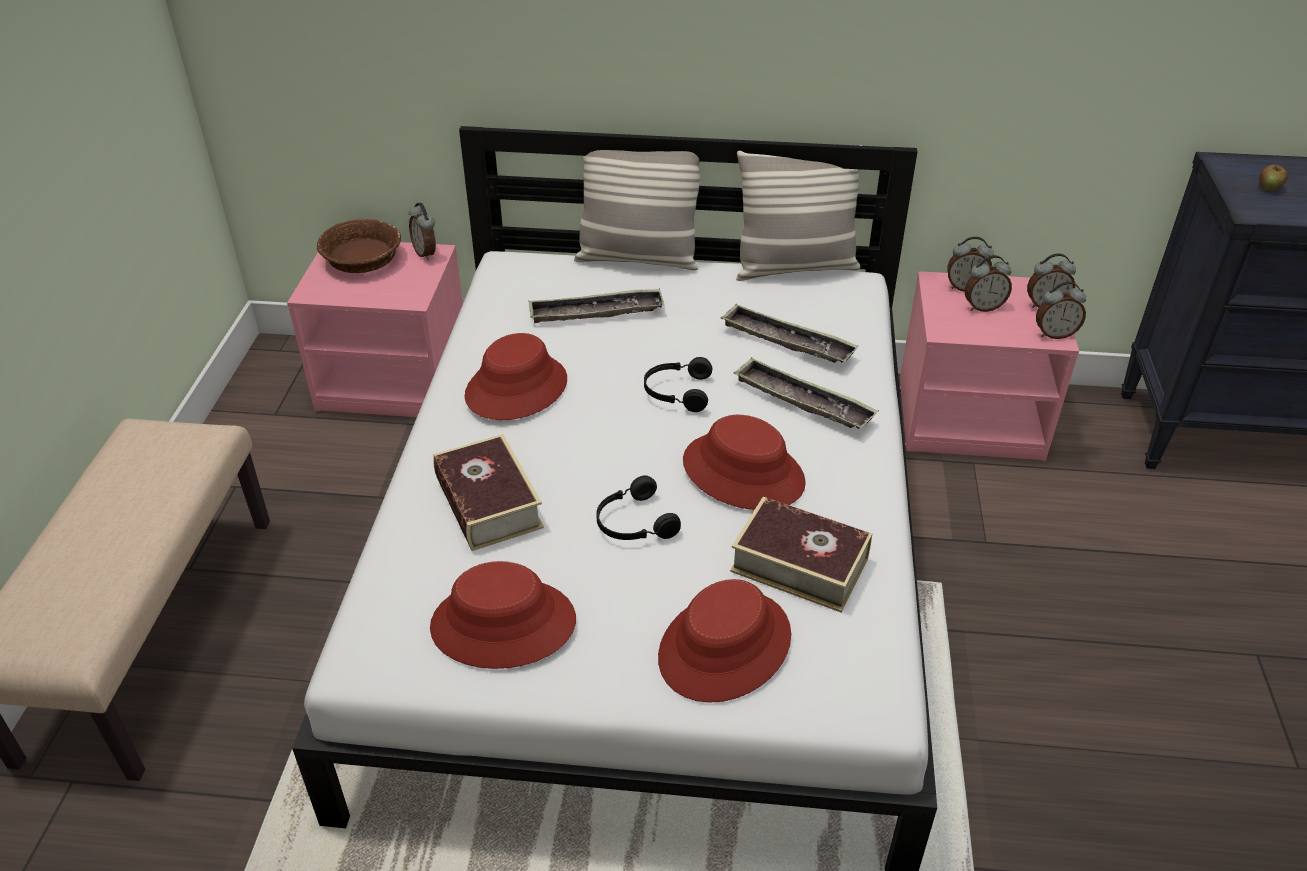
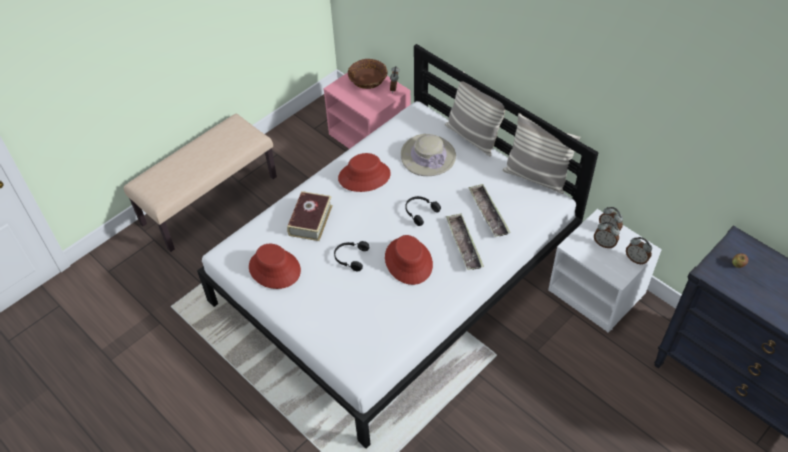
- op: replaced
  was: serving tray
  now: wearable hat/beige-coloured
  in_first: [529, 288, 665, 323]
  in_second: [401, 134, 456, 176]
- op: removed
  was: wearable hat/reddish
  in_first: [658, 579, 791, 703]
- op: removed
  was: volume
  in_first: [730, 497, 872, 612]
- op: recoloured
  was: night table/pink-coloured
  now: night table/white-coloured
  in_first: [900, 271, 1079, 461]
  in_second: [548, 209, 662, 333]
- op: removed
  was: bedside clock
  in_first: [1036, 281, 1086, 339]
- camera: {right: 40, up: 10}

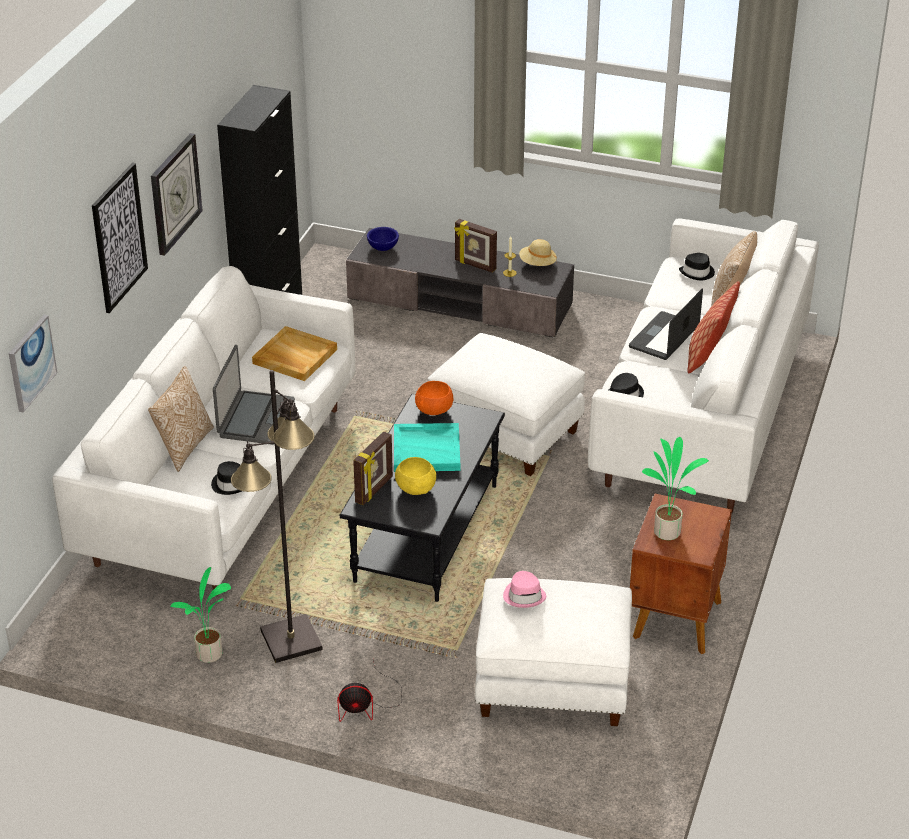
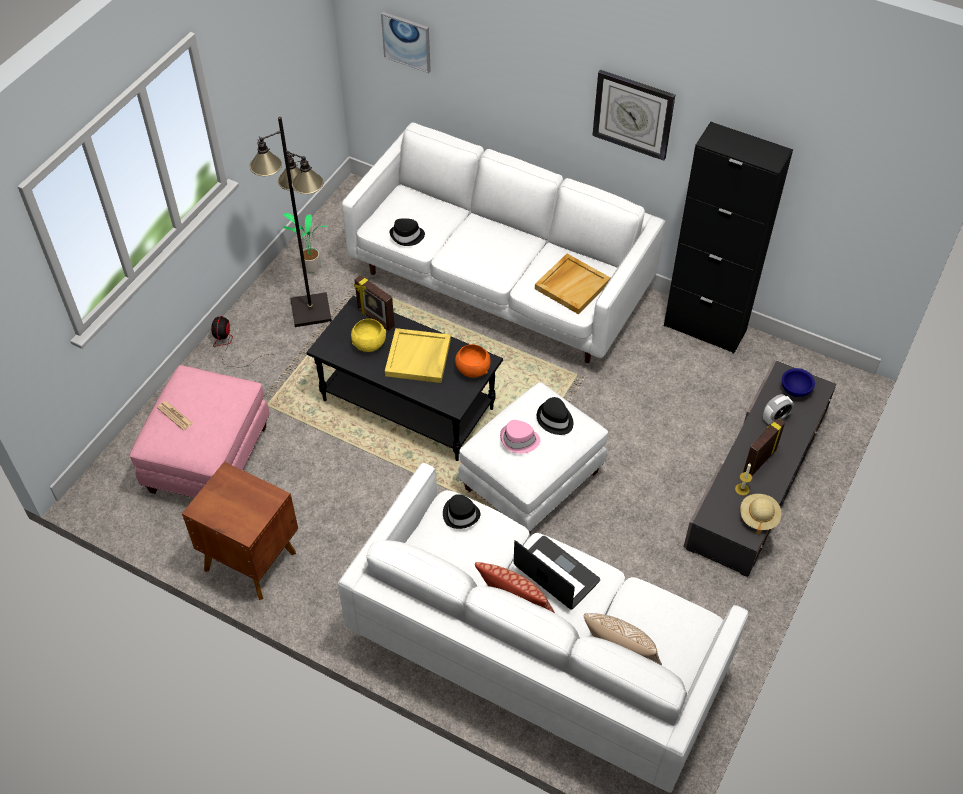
- op: removed
  was: wall art
  in_first: [92, 163, 148, 313]
- op: removed
  was: cushion
  in_first: [148, 366, 214, 472]
- op: removed
  was: notebook computer
  in_first: [213, 345, 295, 445]
- op: recoloured
  was: serving tray/turquoise
  now: serving tray/yellow
  in_first: [394, 423, 460, 472]
  in_second: [385, 328, 451, 383]
- op: recoloured
  was: footrest/white-coloured
  now: footrest/pink-coloured
  in_first: [475, 578, 632, 726]
  in_second: [130, 365, 270, 498]
- op: moved
  was: wearable hat/pink-coloured
  in_first: [503, 571, 546, 608]
  in_second: [500, 420, 540, 454]
- op: removed
  was: potted plant
  in_first: [642, 437, 709, 540]
- op: moved
  was: wearable hat/black
  in_first: [679, 253, 715, 280]
  in_second: [537, 397, 573, 435]
- op: added
  now: daily paper
  in_second: [157, 401, 193, 430]
- op: added
  now: bedside clock
  in_second: [763, 394, 794, 425]
- camera: {right: 100, up: 15}

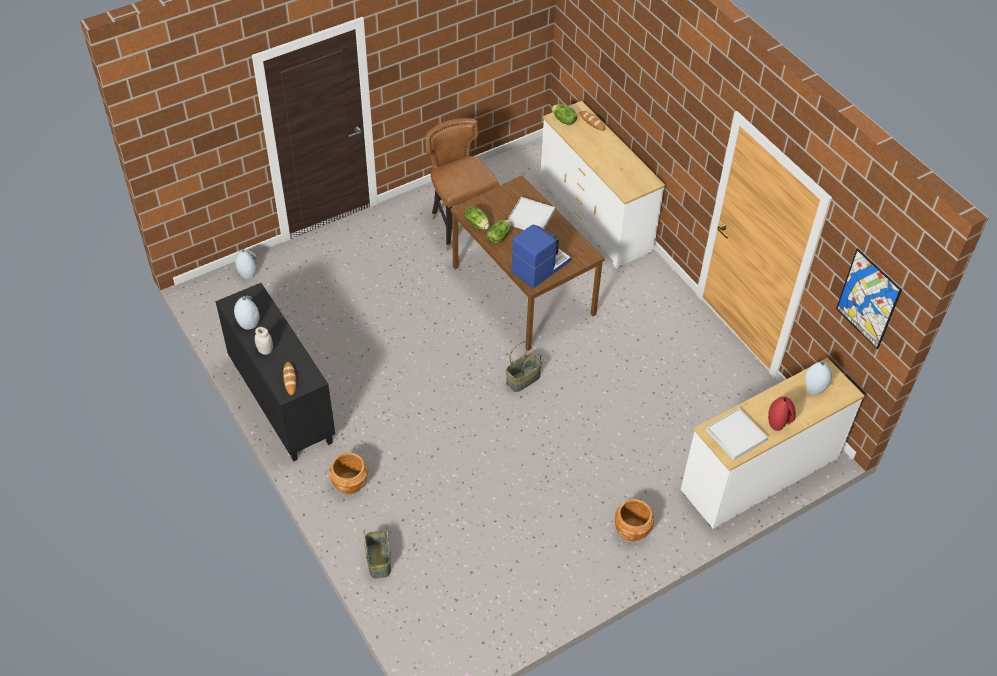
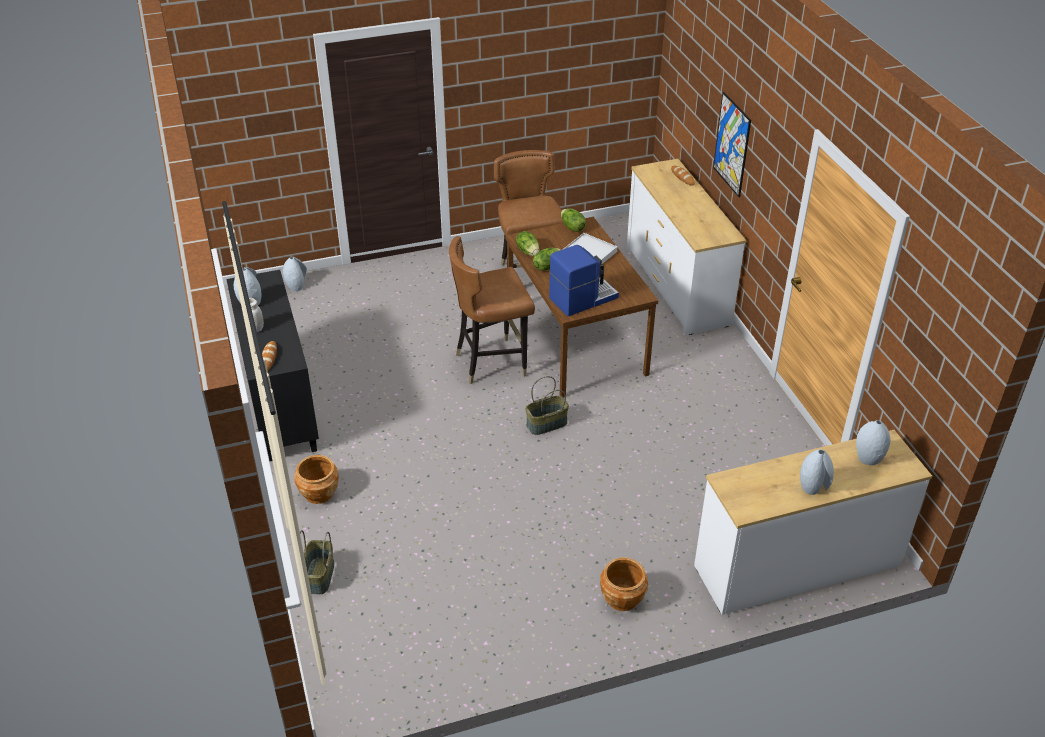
- op: moved
  was: lettuce
  in_first: [552, 104, 577, 125]
  in_second: [561, 209, 586, 232]
- op: removed
  was: serving tray/white-coloured
  in_first: [706, 408, 768, 460]
- op: recoloured
  was: flower vase/reddish
  now: flower vase/greyish
  in_first: [768, 396, 796, 431]
  in_second: [800, 449, 834, 495]
- op: moved
  was: wall art
  in_first: [836, 248, 902, 349]
  in_second: [713, 92, 751, 197]
- op: added
  now: upright chair/brownish
  in_second: [449, 236, 535, 384]
- camera: {right: 15, up: -10}

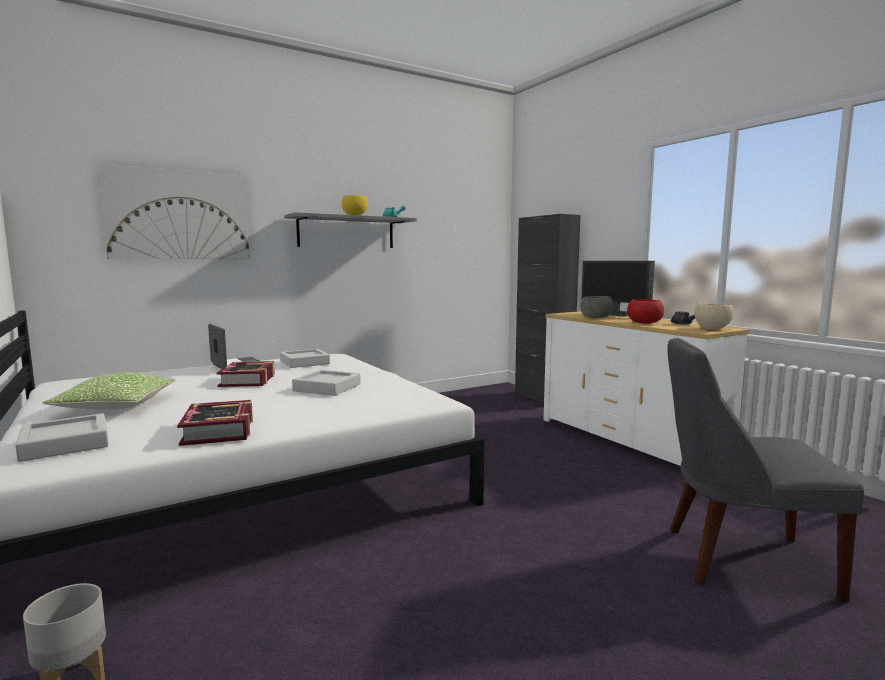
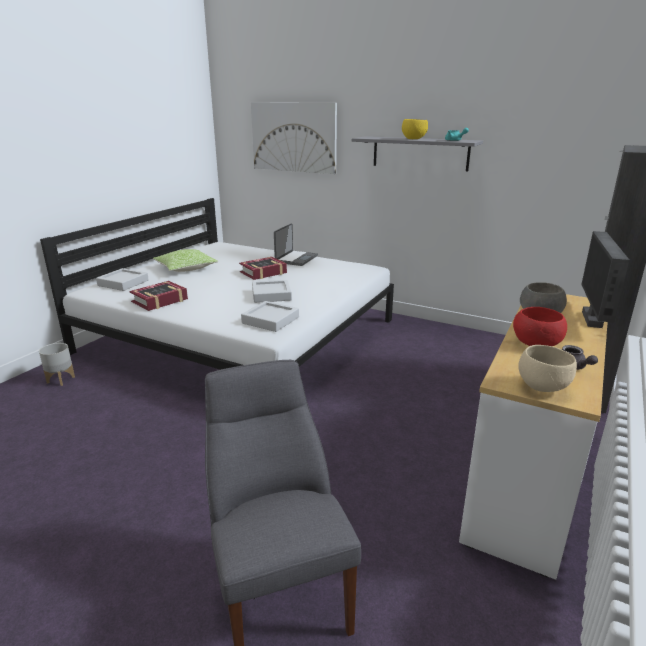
- op: moved
  was: serving tray/greyish
  in_first: [280, 349, 330, 368]
  in_second: [241, 301, 299, 332]
- camera: {right: 60, up: 15}

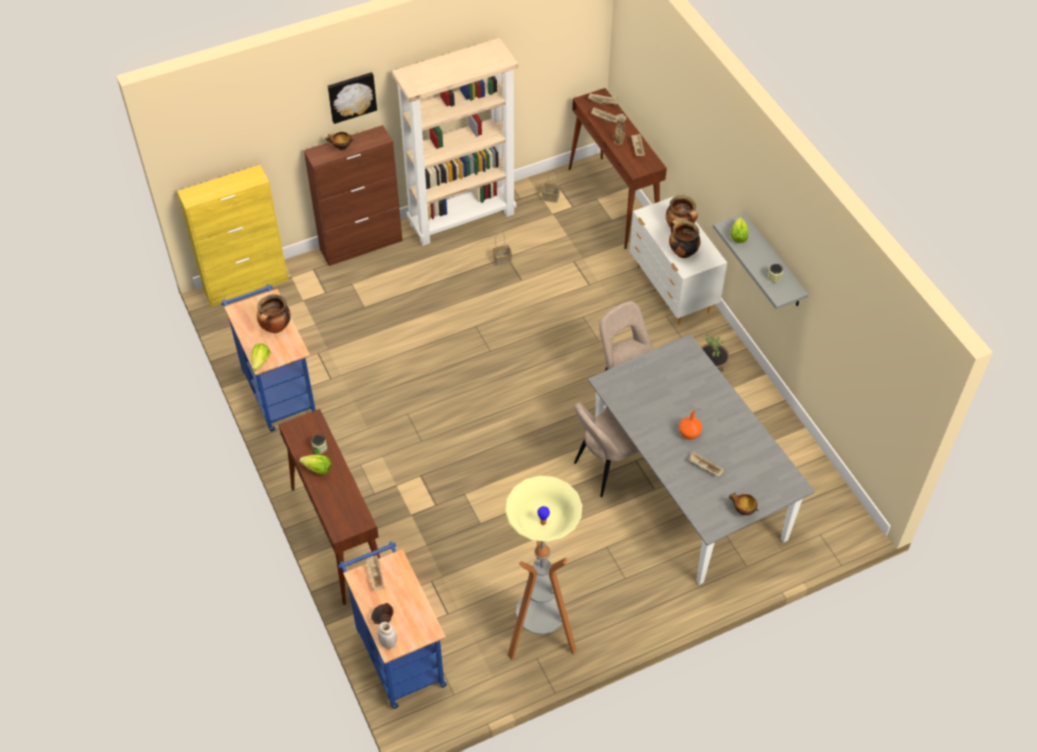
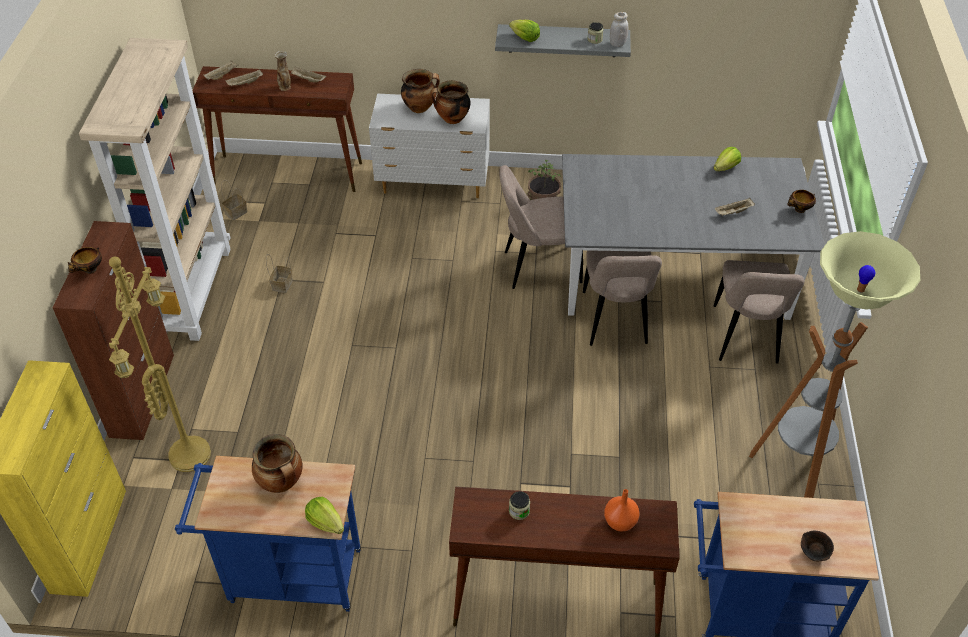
- op: moved
  was: lettuce
  in_first: [299, 455, 332, 475]
  in_second: [713, 147, 741, 171]
- op: removed
  was: wall art
  in_first: [328, 72, 377, 124]
- op: removed
  was: serving tray/beige-coloured
  in_first: [366, 555, 384, 590]
- op: moved
  was: storage jar/white-coloured
  in_first: [378, 622, 397, 649]
  in_second: [610, 12, 628, 47]
- op: moved
  was: flower vase/orange-coloured
  in_first: [679, 411, 702, 440]
  in_second: [604, 489, 639, 532]
- op: added
  now: floor lamp/yellow
  in_second: [109, 257, 211, 472]
- op: added
  now: upright chair/beige-coloured
  in_second: [714, 260, 804, 364]
- camera: {right: -60, up: -5}

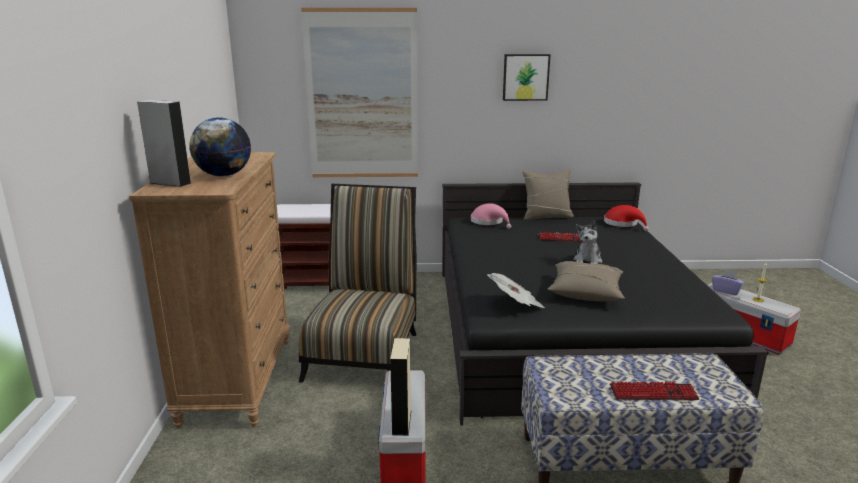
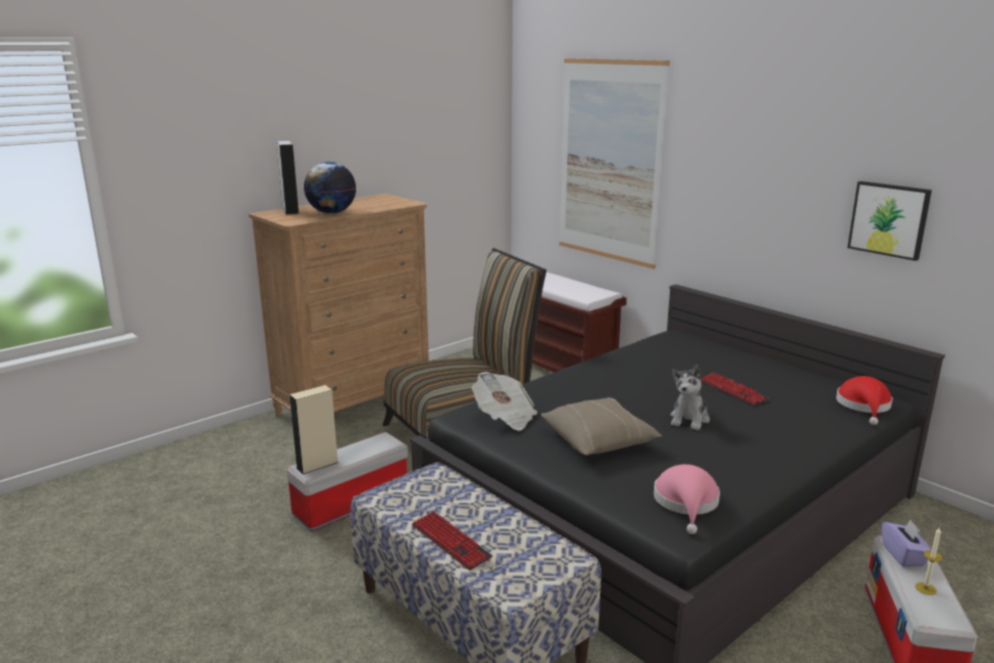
- op: moved
  was: wearable hat/pink-coloured
  in_first: [471, 203, 511, 229]
  in_second: [654, 464, 720, 534]
- op: moved
  was: wall art
  in_first: [503, 54, 550, 101]
  in_second: [847, 181, 932, 261]
- op: removed
  was: cushion/beige-coloured
  in_first: [522, 169, 574, 220]
- op: turned
  was: soft toy
  in_first: [574, 221, 602, 264]
  in_second: [670, 365, 710, 430]
  clockwise: -45
- camera: {right: 50, up: 0}

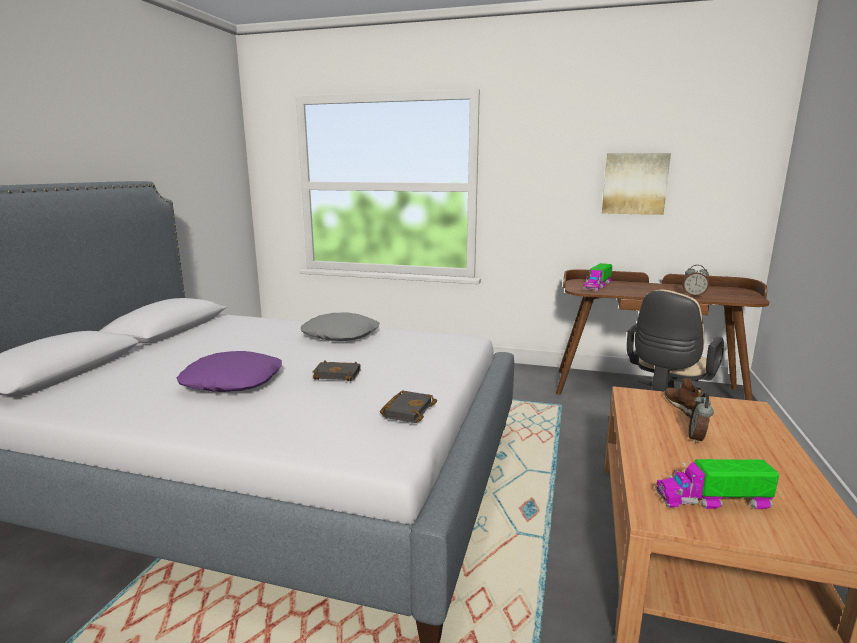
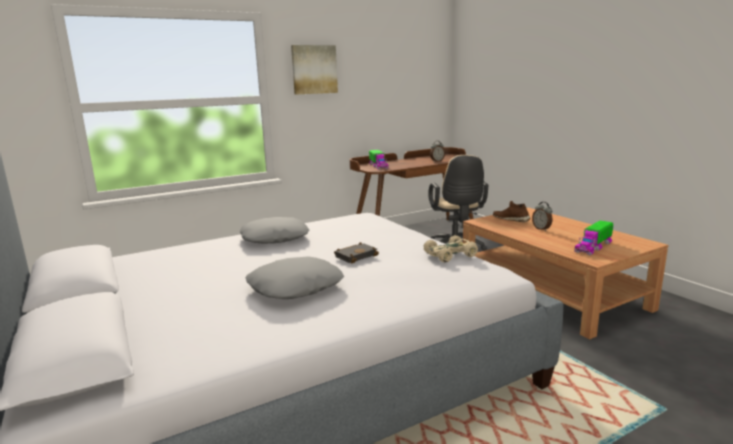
- op: recoloured
  was: cushion/purple
  now: cushion/greyish
  in_first: [177, 351, 282, 392]
  in_second: [245, 256, 344, 299]
- op: replaced
  was: volume/black
  now: toy car/beige-coloured
  in_first: [380, 390, 437, 423]
  in_second: [424, 235, 478, 262]
- op: moved
  was: wall art
  in_first: [602, 153, 671, 215]
  in_second: [291, 45, 338, 95]
- camera: {right: -45, up: 0}

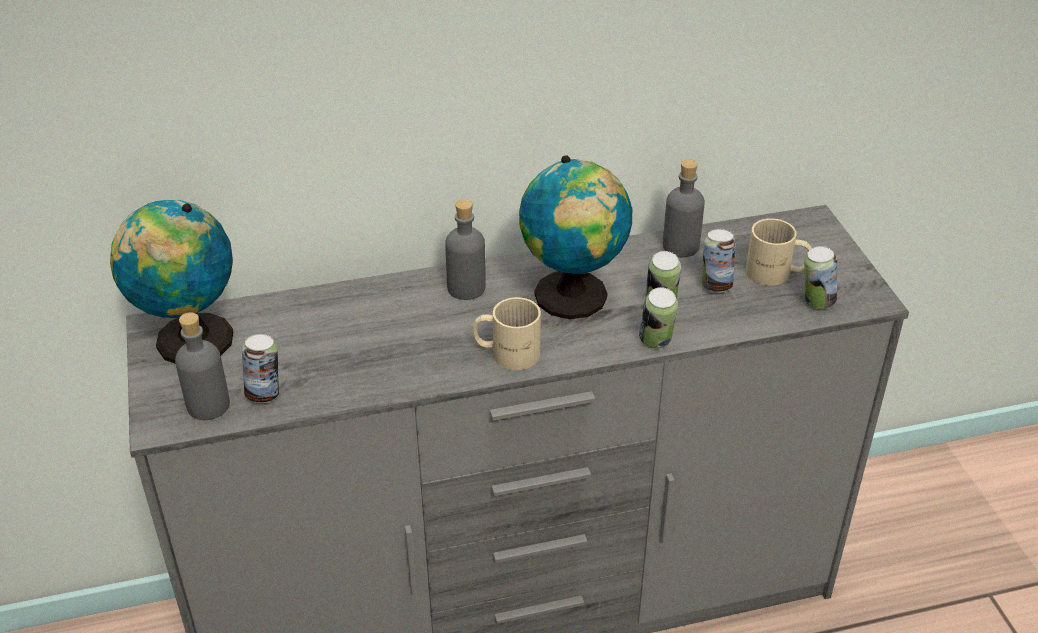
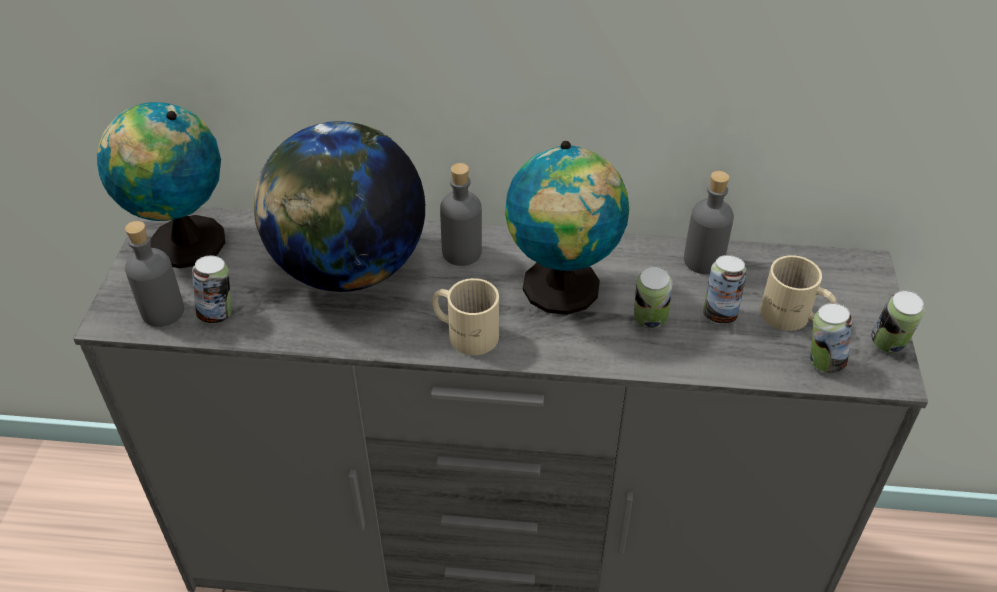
- op: moved
  was: metal can
  in_first: [639, 287, 678, 348]
  in_second: [872, 290, 925, 353]
- op: added
  now: world globe
  in_second: [254, 121, 425, 292]
- camera: {right: 20, up: 5}

